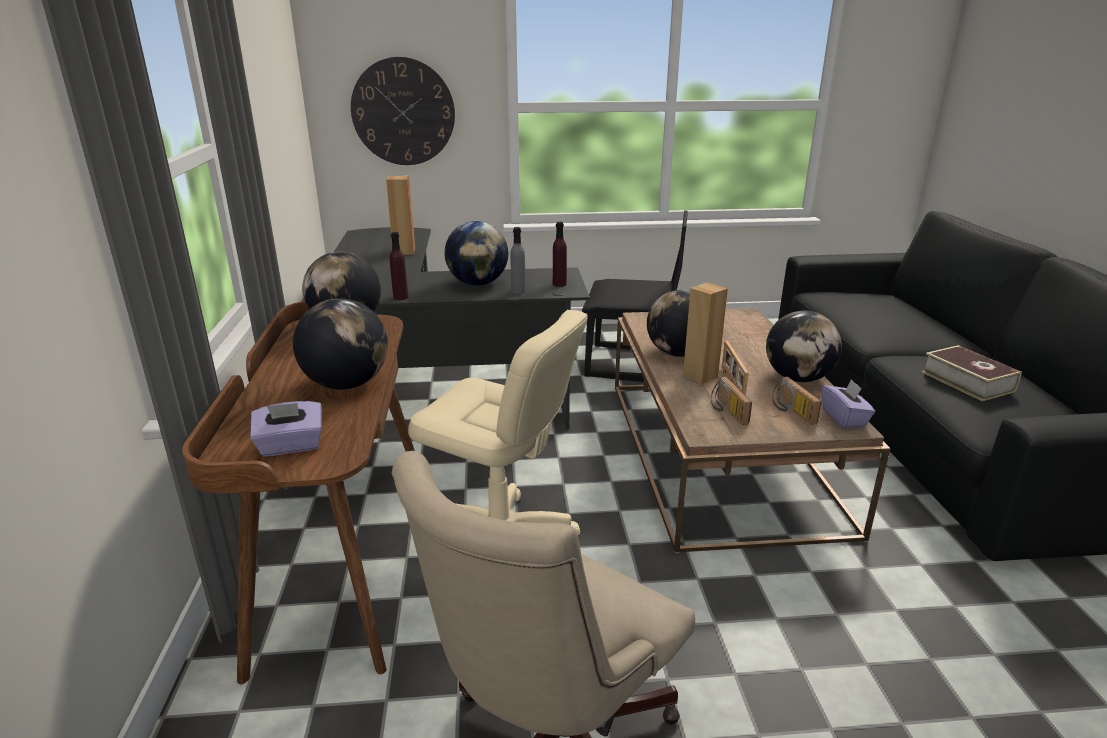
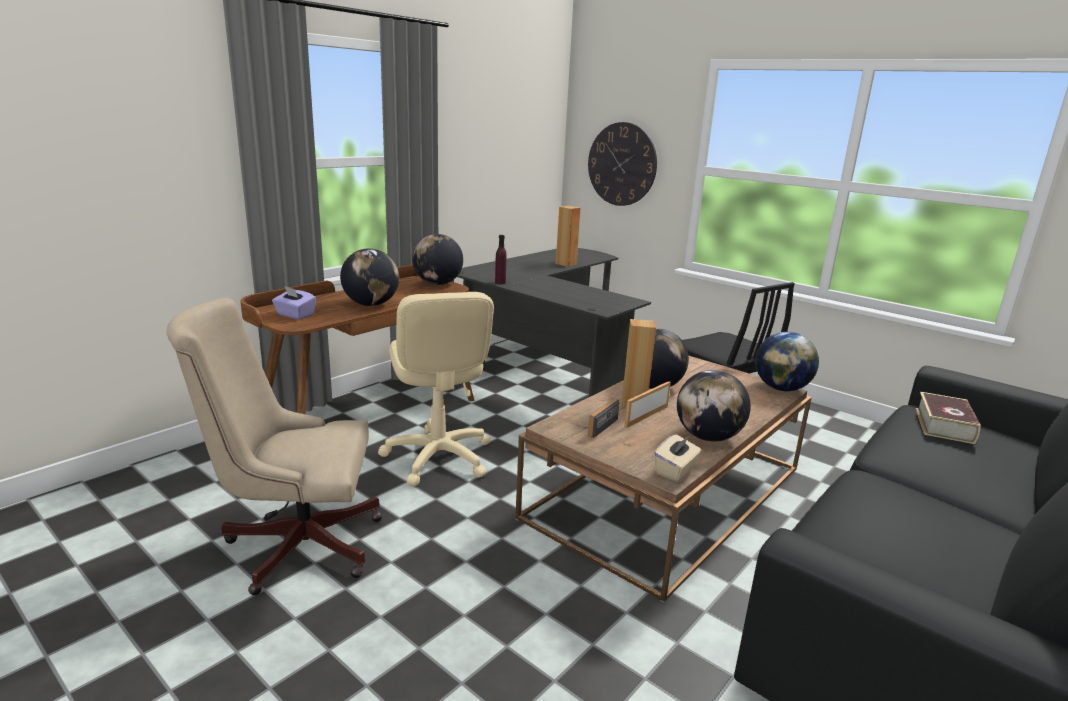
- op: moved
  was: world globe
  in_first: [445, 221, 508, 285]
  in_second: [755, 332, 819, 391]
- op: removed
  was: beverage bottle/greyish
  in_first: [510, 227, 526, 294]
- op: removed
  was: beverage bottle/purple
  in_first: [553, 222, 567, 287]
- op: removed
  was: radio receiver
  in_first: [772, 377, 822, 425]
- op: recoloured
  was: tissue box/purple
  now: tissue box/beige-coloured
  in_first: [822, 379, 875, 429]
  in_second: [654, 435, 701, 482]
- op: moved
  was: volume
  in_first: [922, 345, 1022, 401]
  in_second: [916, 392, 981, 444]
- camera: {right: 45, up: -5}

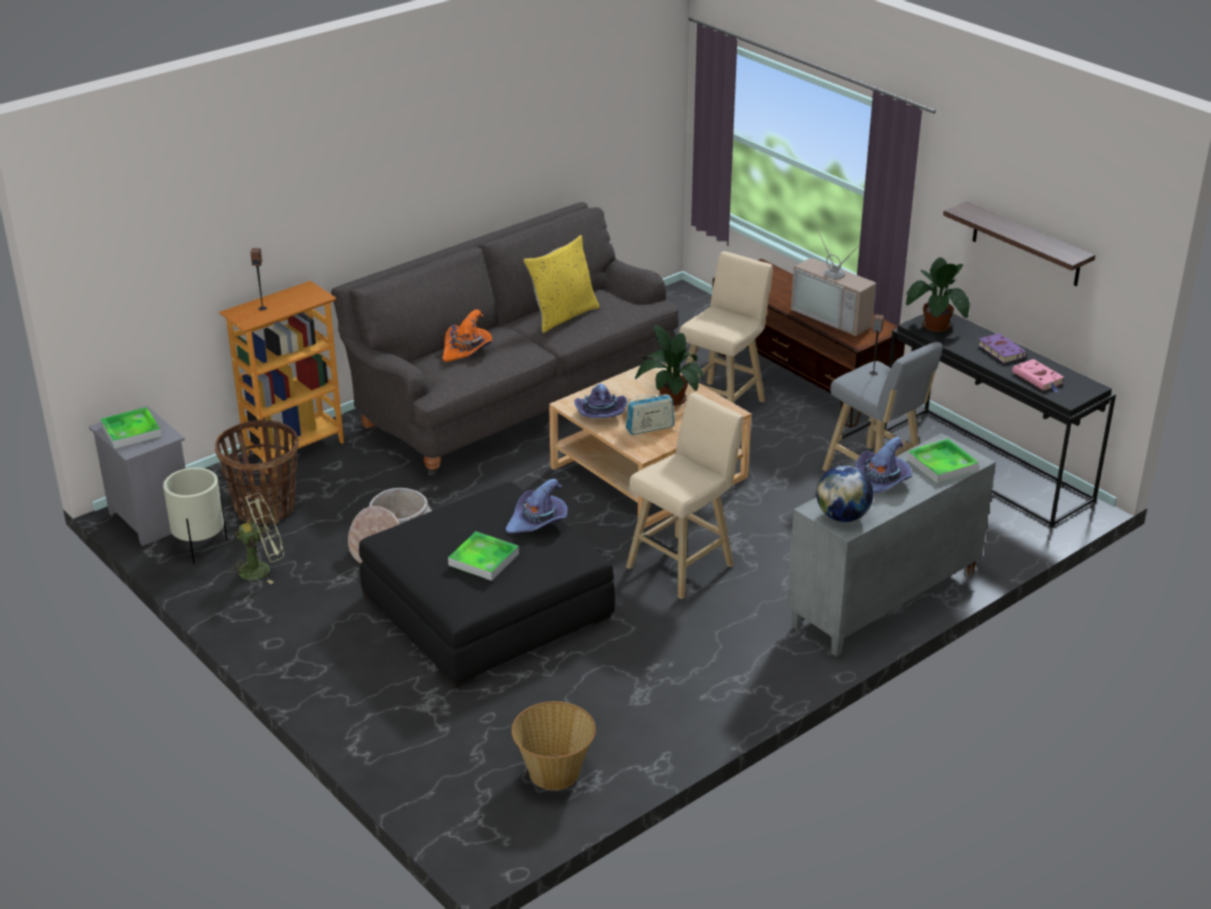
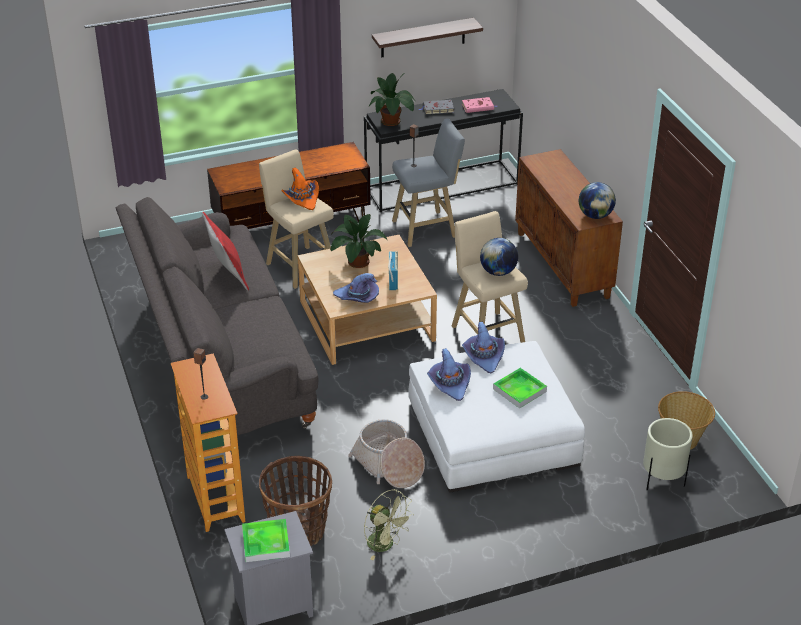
- op: moved
  was: flower pot/beige-coloured
  in_first: [163, 467, 228, 564]
  in_second: [643, 418, 693, 490]
- op: turned
  was: cooling fan/greenish
  in_first: [228, 493, 284, 584]
  in_second: [364, 489, 414, 560]
  clockwise: 135
- op: recoloured
  was: footrest/black
  now: footrest/white-coloured
  in_first: [359, 482, 615, 688]
  in_second: [408, 341, 585, 493]
- op: moved
  was: wearable hat/orange-coloured
  in_first: [443, 309, 493, 362]
  in_second: [281, 167, 319, 210]
- op: recoloured
  was: cushion/yellow
  now: cushion/reddish
  in_first: [523, 235, 600, 333]
  in_second: [202, 212, 249, 291]
- op: recoloured
  was: cabinet/greyish
  now: cabinet/brownish
  in_first: [787, 433, 996, 657]
  in_second: [515, 149, 623, 307]
- op: removed
  was: television
  in_first: [791, 229, 876, 336]
- op: moved
  was: wearable hat/purple
  in_first: [855, 437, 912, 493]
  in_second: [427, 348, 471, 401]
- op: removed
  was: serving tray
  in_first: [907, 438, 979, 484]
- op: recoloured
  was: volume/purple
  now: volume/greyish
  in_first: [978, 333, 1027, 363]
  in_second: [419, 100, 454, 114]
- op: added
  now: world globe
  in_second: [480, 238, 518, 276]
- camera: {right: -70, up: 5}

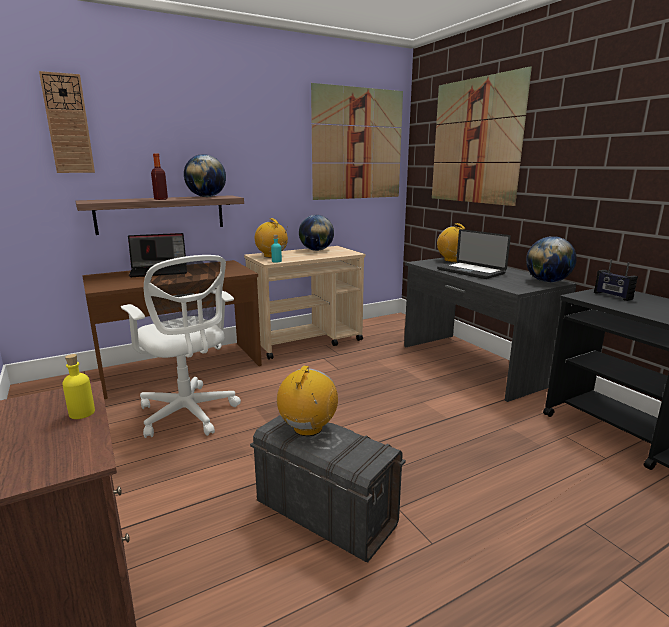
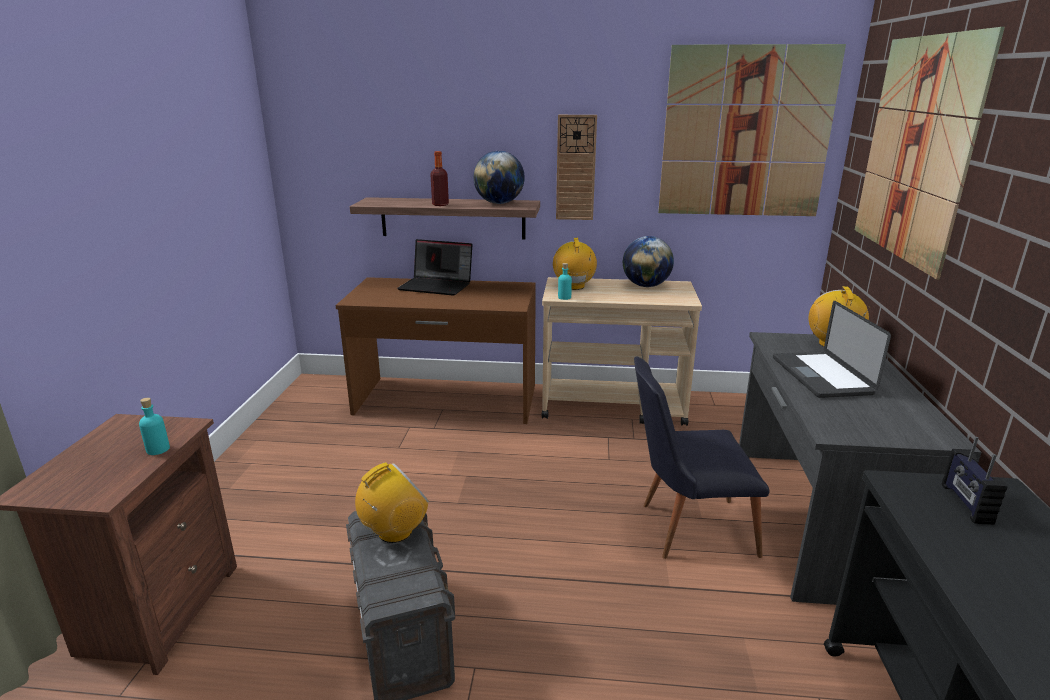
- op: moved
  was: wall clock
  in_first: [39, 71, 95, 173]
  in_second: [556, 115, 597, 220]
- op: recoloured
  was: beverage bottle/yellow
  now: beverage bottle/turquoise
  in_first: [62, 354, 95, 419]
  in_second: [139, 398, 170, 455]
- op: removed
  was: office chair/white-coloured
  in_first: [121, 255, 241, 438]
- op: removed
  was: world globe
  in_first: [526, 236, 577, 283]
- op: added
  now: upright chair/black
  in_second: [634, 356, 769, 559]
- camera: {right: 35, up: 5}

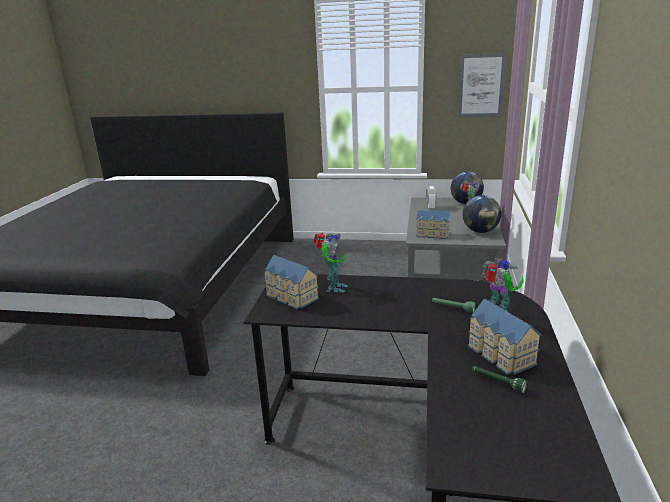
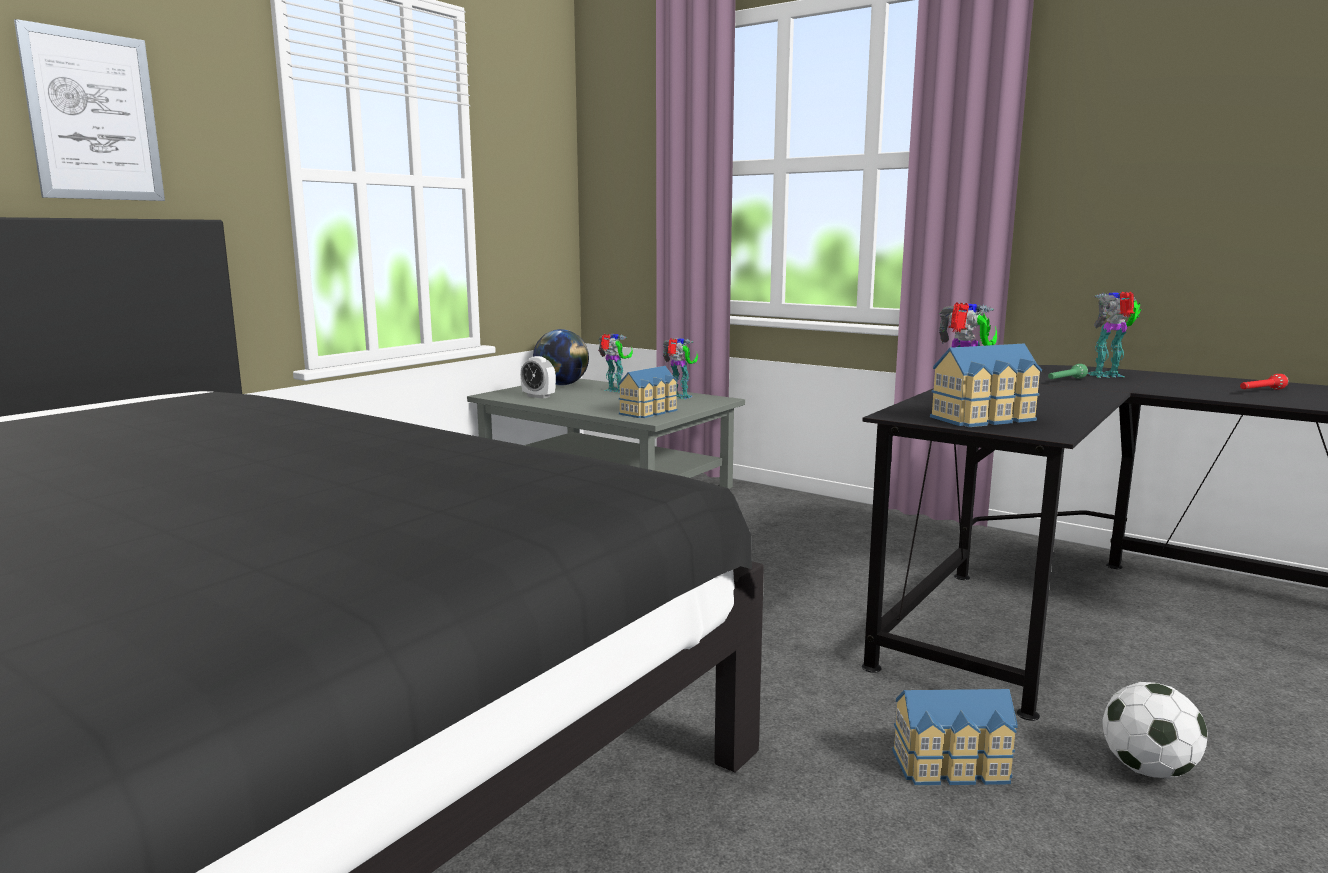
- op: moved
  was: wall art
  in_first: [458, 53, 506, 117]
  in_second: [14, 19, 165, 201]
- op: replaced
  was: world globe
  now: model robot
  in_first: [462, 195, 501, 233]
  in_second: [663, 338, 698, 400]
- op: moved
  was: miniature house
  in_first: [468, 298, 542, 375]
  in_second: [892, 689, 1018, 786]
- op: recoloured
  was: flashlight/greenish
  now: flashlight/reddish
  in_first: [472, 366, 527, 393]
  in_second: [1240, 374, 1289, 390]
- op: added
  now: ball for football
  in_second: [1102, 682, 1207, 778]
- camera: {right: -65, up: -10}

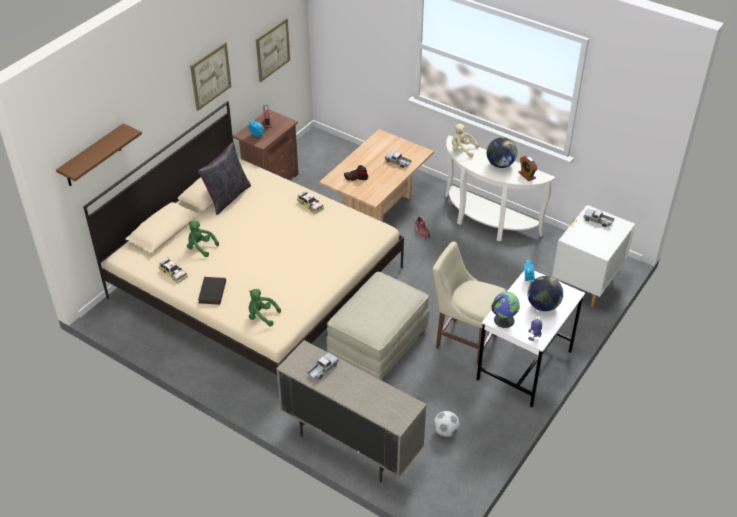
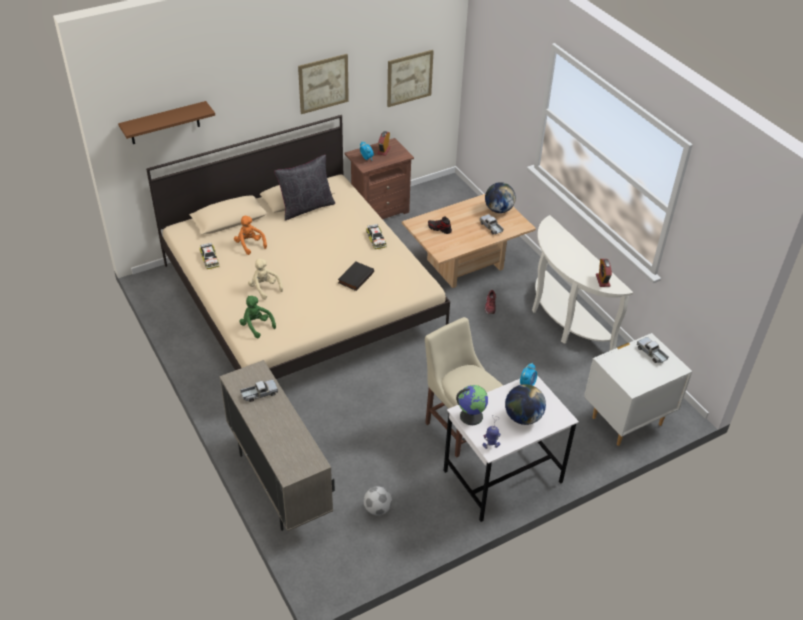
- op: recoloured
  was: soft toy/greenish
  now: soft toy/orange-coloured
  in_first: [187, 221, 219, 257]
  in_second: [234, 216, 267, 255]
- op: moved
  was: volume/black
  in_first: [198, 277, 226, 305]
  in_second: [338, 261, 374, 291]
- op: removed
  was: footrest/beige-coloured
  in_first: [327, 272, 429, 381]
- op: moved
  was: soft toy/beige-coloured
  in_first: [452, 124, 479, 158]
  in_second: [248, 259, 283, 300]
- op: moved
  was: world globe
  in_first: [487, 137, 517, 168]
  in_second: [485, 182, 516, 213]
- camera: {right: 25, up: 0}

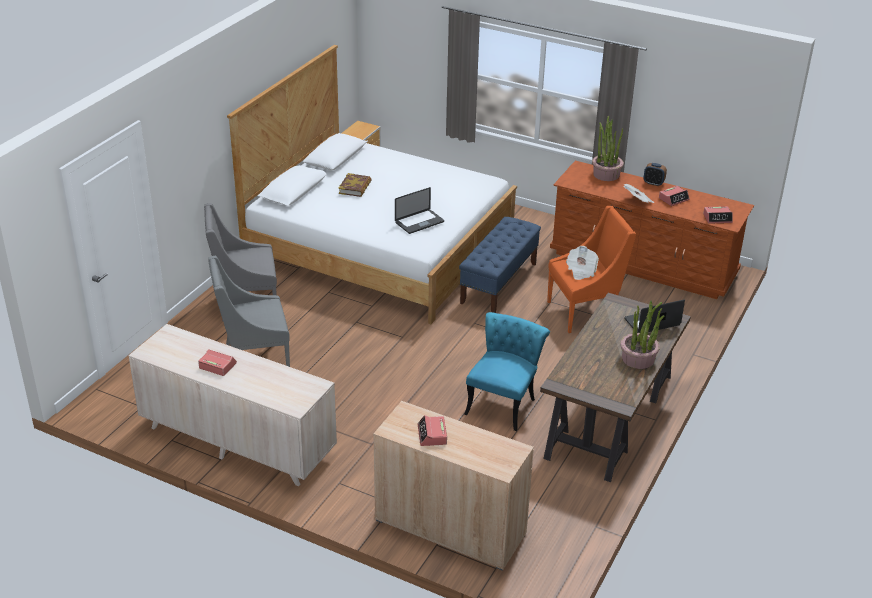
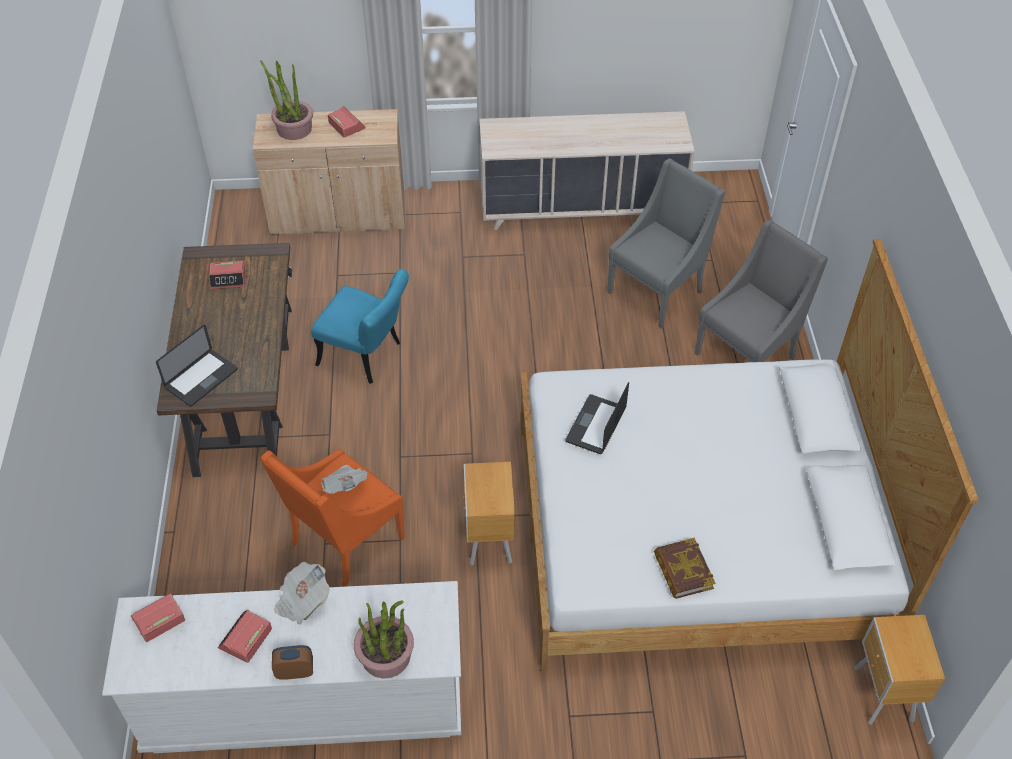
- op: moved
  was: bedside clock
  in_first: [198, 349, 237, 376]
  in_second: [209, 261, 245, 289]
- op: moved
  was: volume
  in_first: [338, 173, 372, 197]
  in_second: [654, 537, 715, 599]
- op: replaced
  was: indoor bench/bluish
  now: night table/brownish
  in_first: [459, 217, 541, 313]
  in_second: [463, 462, 515, 565]
- op: turned
  was: upright chair/turquoise
  in_first: [464, 312, 550, 431]
  in_second: [311, 269, 409, 384]
  clockwise: -60
- op: recoloured
  was: chest of drawers/brownish
  now: chest of drawers/white-coloured
  in_first: [550, 161, 754, 299]
  in_second: [102, 581, 461, 753]
- op: moved
  was: potted plant
  in_first: [620, 301, 664, 369]
  in_second: [260, 60, 313, 140]
- camera: {right: 150, up: 15}

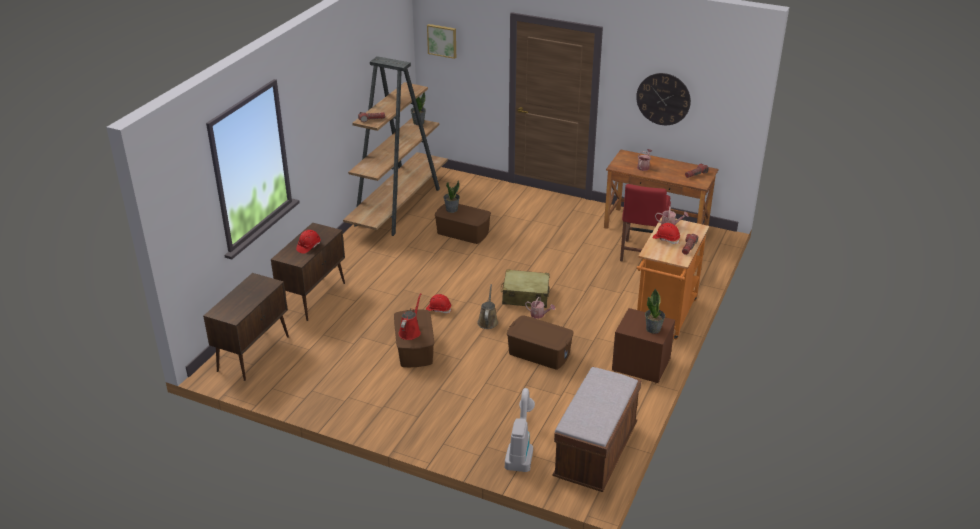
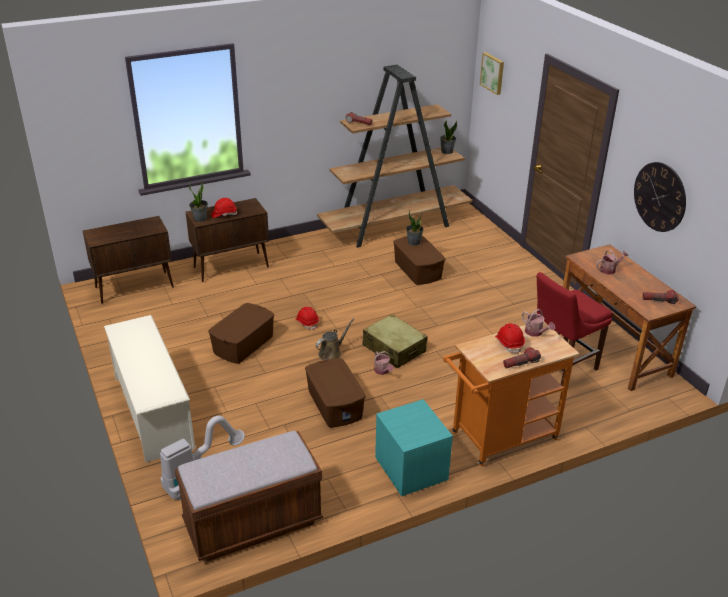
- op: removed
  was: sprinkling can/reddish
  in_first: [398, 293, 421, 340]
- op: recoloured
  was: night table/brownish
  now: night table/turquoise
  in_first: [612, 308, 675, 383]
  in_second: [375, 399, 453, 496]
- op: moved
  was: potted plant
  in_first: [645, 289, 665, 334]
  in_second: [189, 182, 208, 222]
- op: added
  now: shoe shelf/white-coloured
  in_second: [104, 315, 196, 463]
- camera: {right: 40, up: 0}

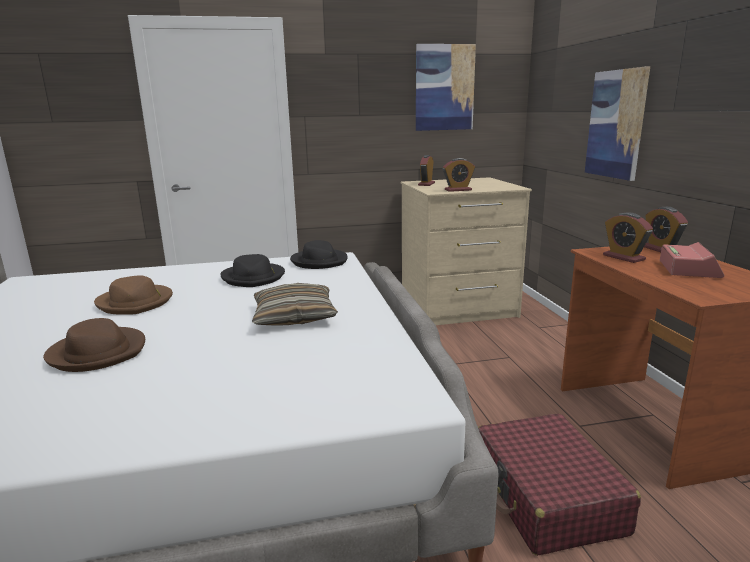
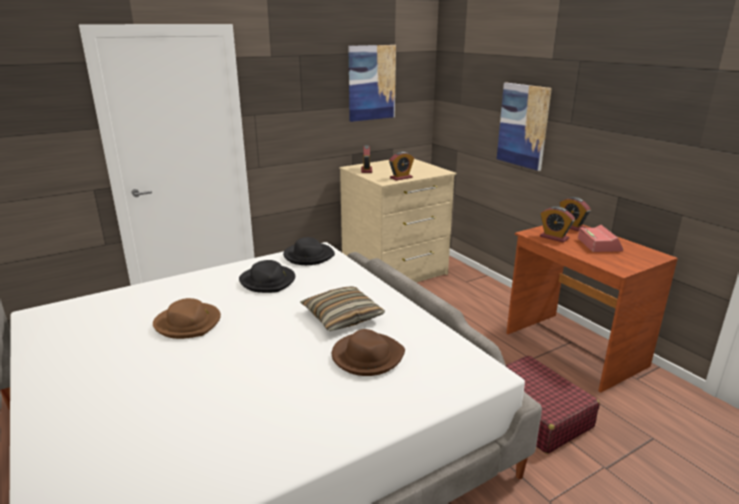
- op: moved
  was: wearable hat/brownish
  in_first: [43, 318, 145, 372]
  in_second: [332, 329, 405, 376]
- camera: {right: -20, up: 5}

